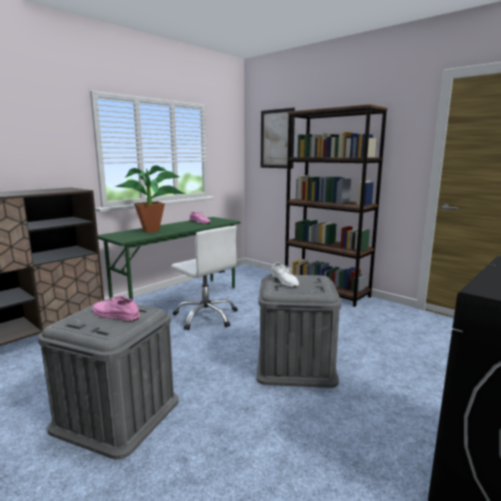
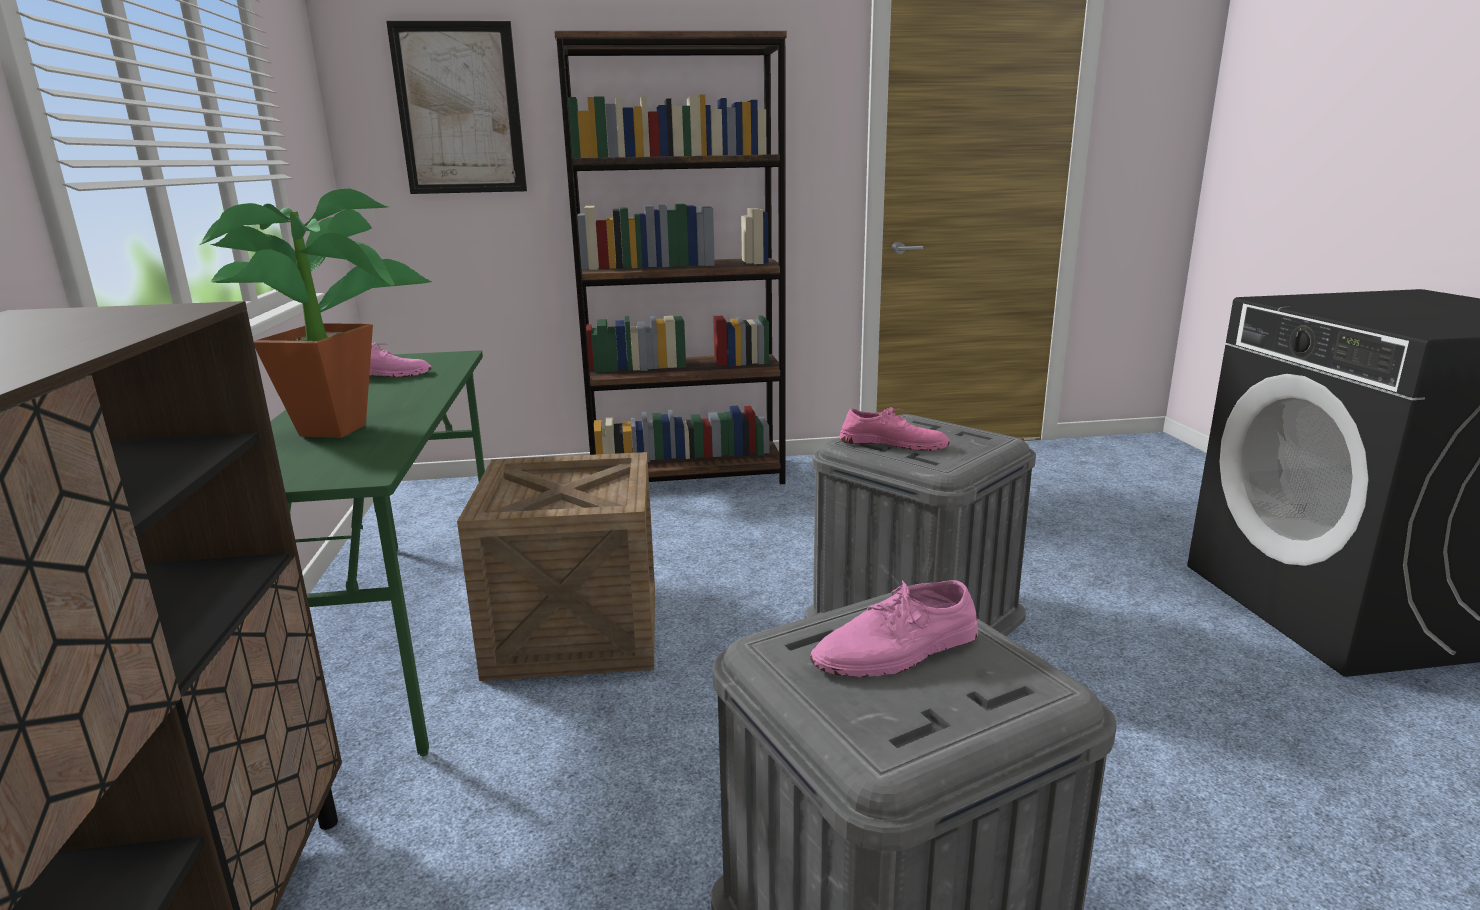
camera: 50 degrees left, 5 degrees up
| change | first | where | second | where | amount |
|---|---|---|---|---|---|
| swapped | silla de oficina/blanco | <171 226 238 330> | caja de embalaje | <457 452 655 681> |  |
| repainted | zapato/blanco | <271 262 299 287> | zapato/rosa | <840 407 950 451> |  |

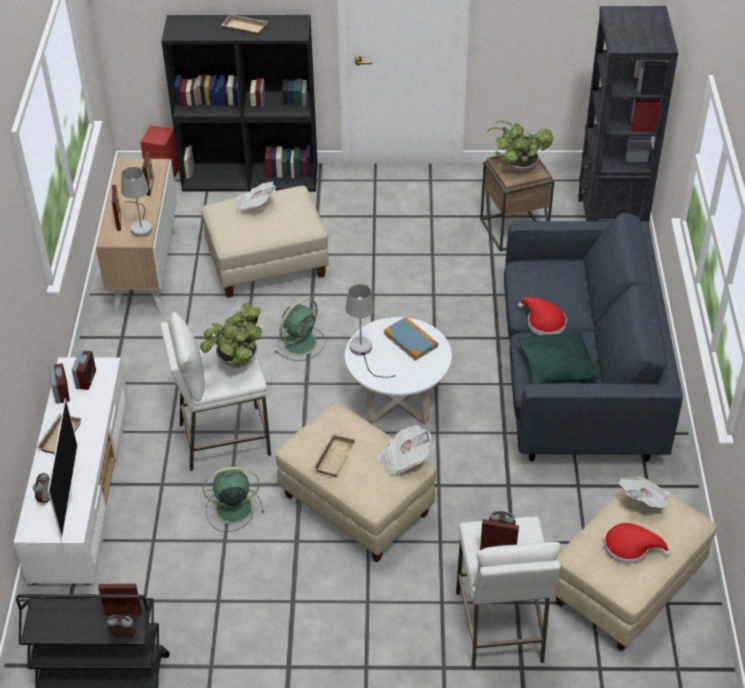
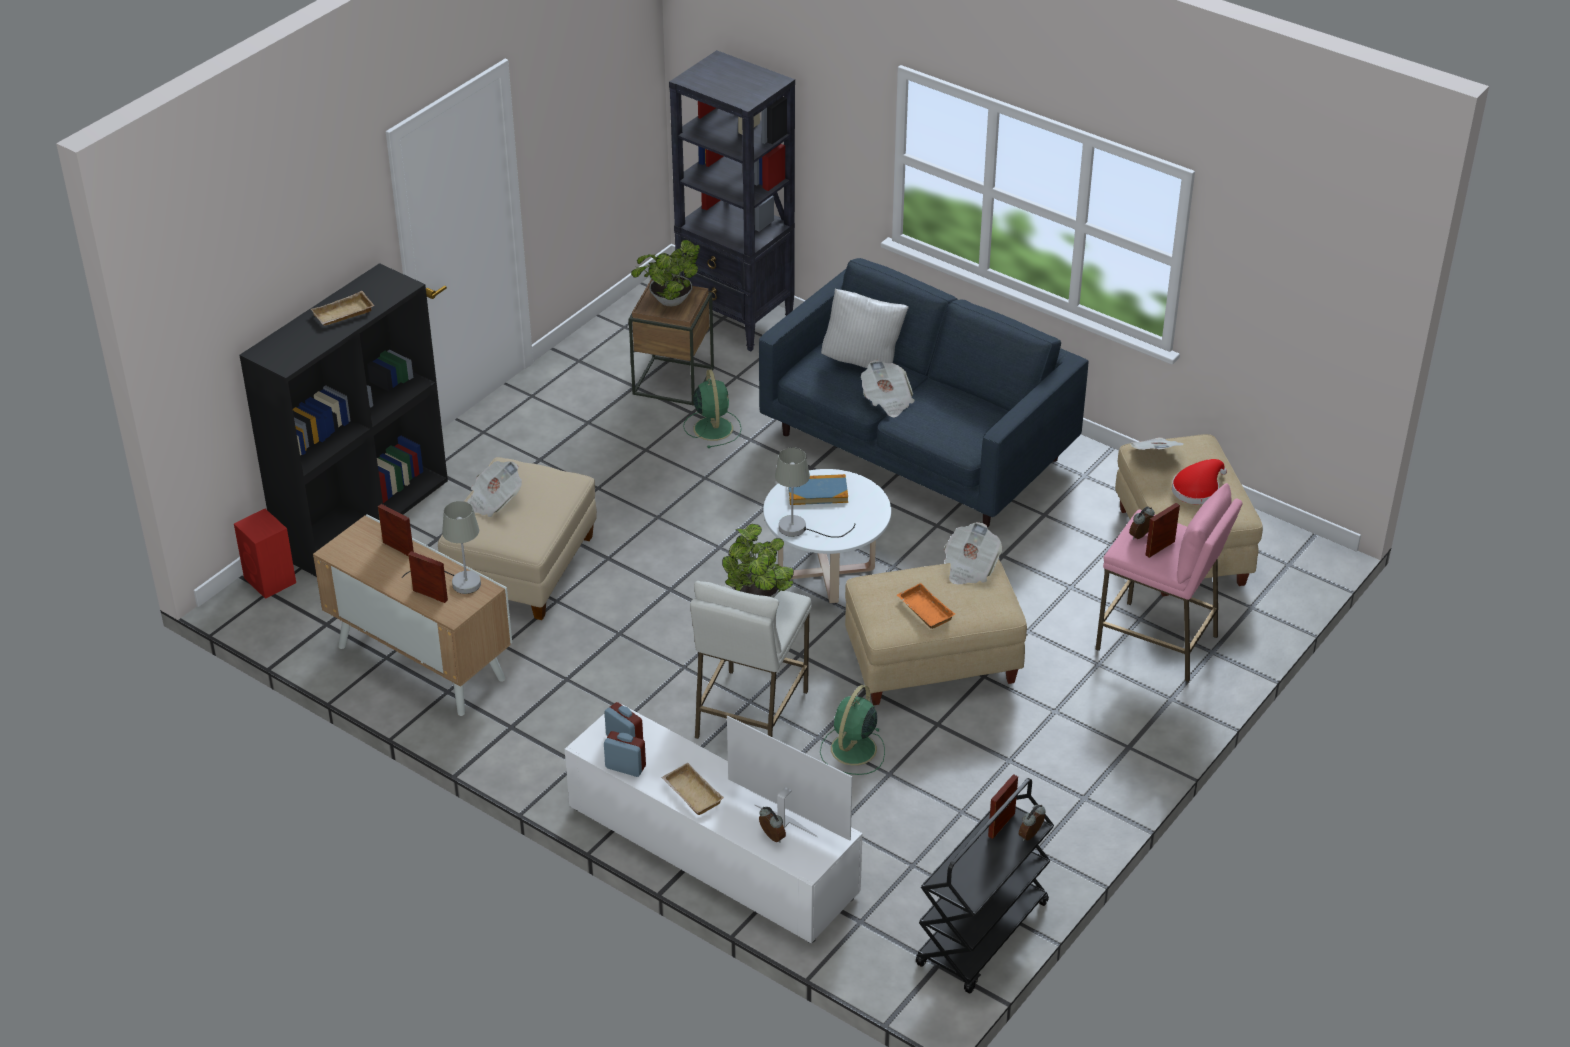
camera: 55 degrees left, 5 degrees down
| change | first | where | second | where | amount |
|---|---|---|---|---|---|
| swapped | sombrero/rojo | <518 297 567 335> | periódico | <861 360 915 418> |  |
| shifted | ventilador/verde | <275 298 326 361> |  | <683 370 742 448> |  |
| gone | cojín/verde | <517 330 600 384> |  |  |  |
| repainted | bandeja/beis | <313 434 355 477> | bandeja/naranja | <897 583 955 629> |  |
| repainted | taburete/blanco | <456 516 561 670> | taburete/rosa | <1095 483 1243 682> |  |
| new |  |  | cojín/blanco | <821 288 909 368> |  |

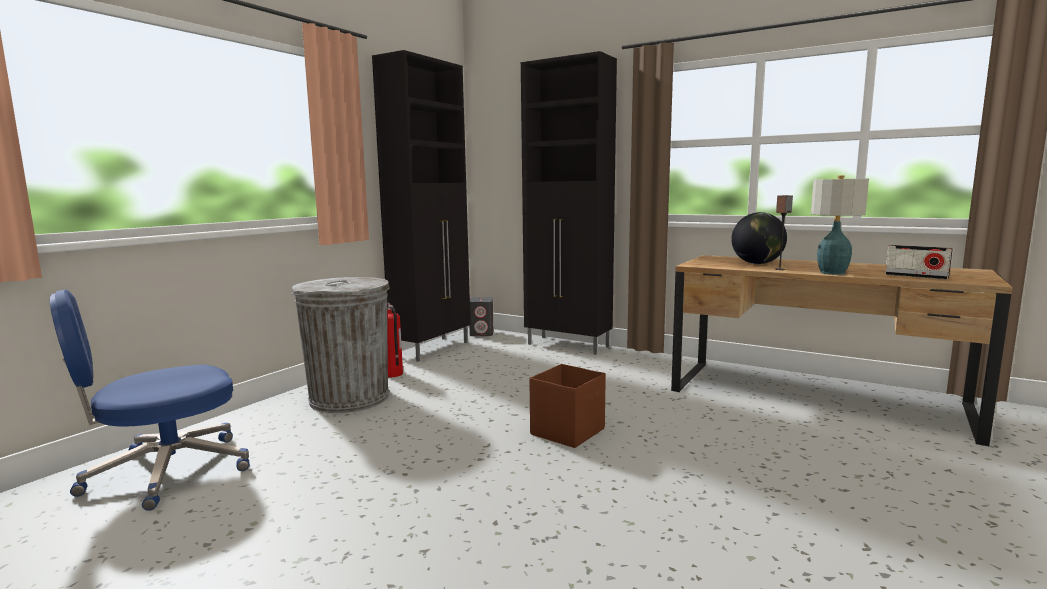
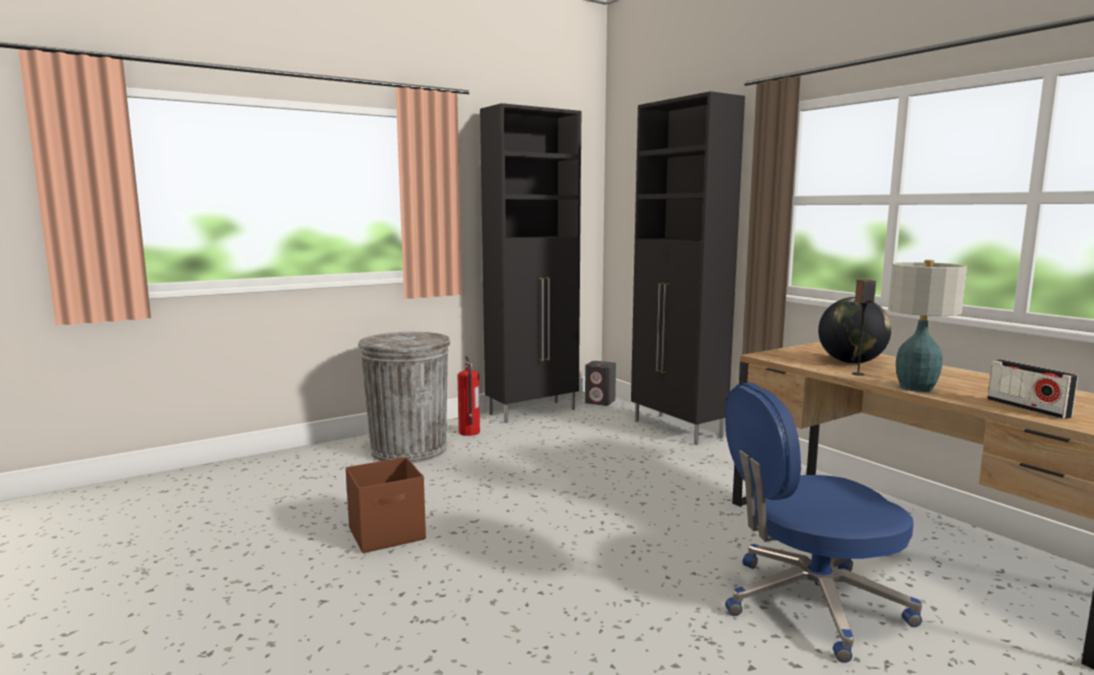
camera: 25 degrees right, 0 degrees up
| change | first | where | second | where | amount |
|---|---|---|---|---|---|
| shifted | silla de oficina/azul | <50 289 249 511> |  | <725 382 922 663> |  |
| shifted | caja de almacenaje/marrón | <529 364 606 448> |  | <346 457 426 553> |  |

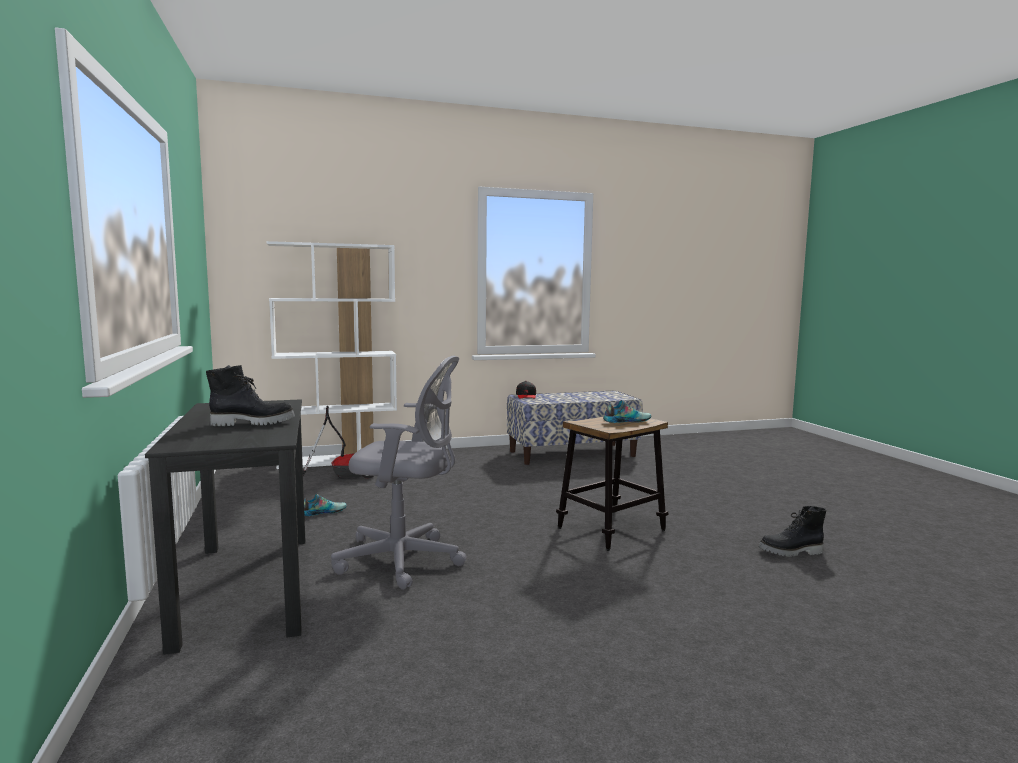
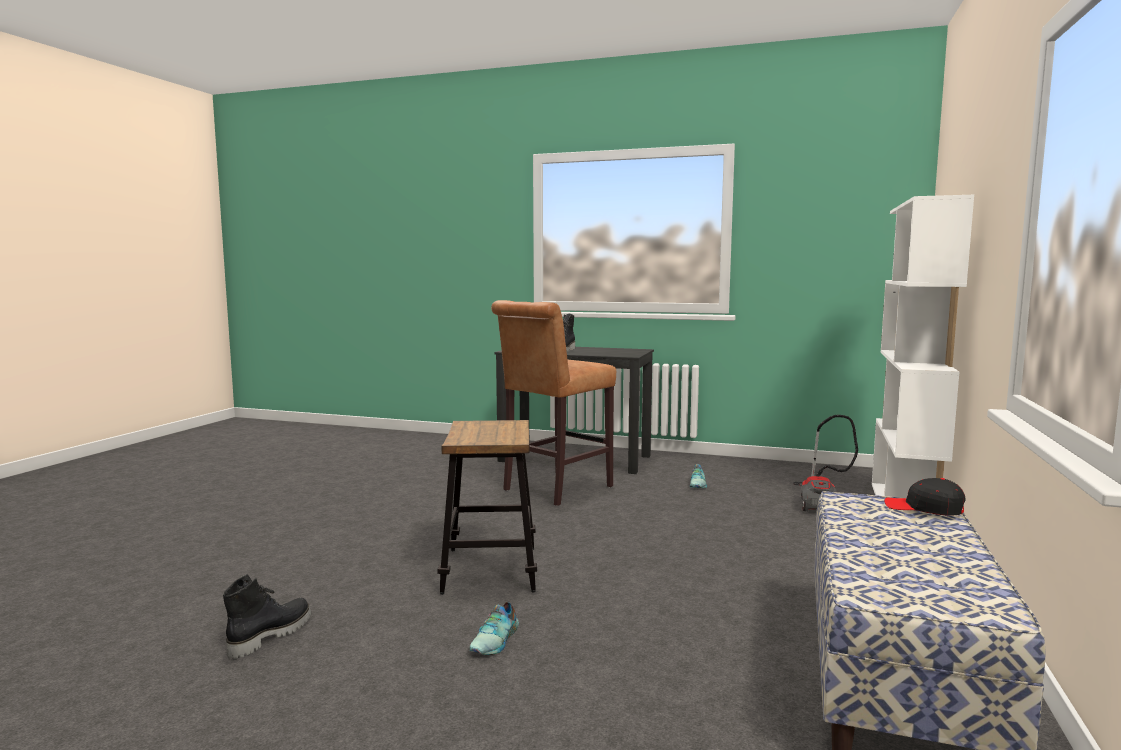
camera: 125 degrees right, 0 degrees up
| change | first | where | second | where | amount |
|---|---|---|---|---|---|
| swapped | silla de oficina/gris | <331 356 467 590> | taburete/marrón | <491 300 616 506> |  |
| shifted | zapato | <603 400 652 423> |  | <470 602 519 655> |  |

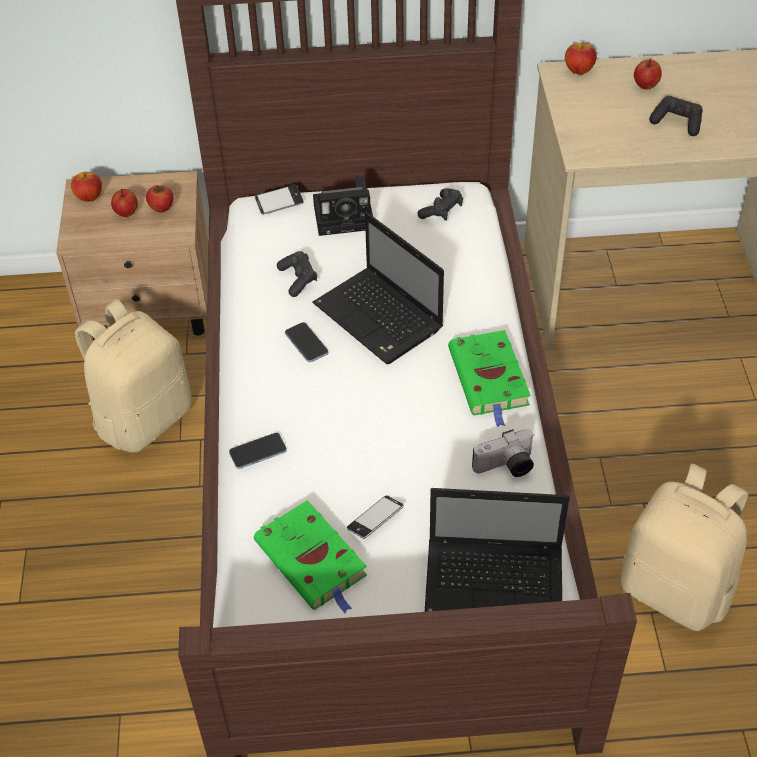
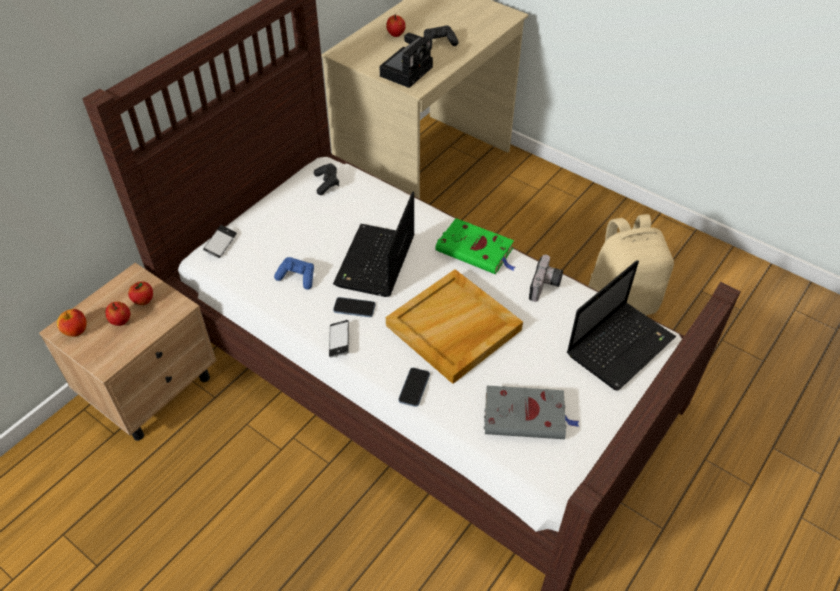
camera: 50 degrees left, 0 degrees up
| change | first | where | second | where | amount |
|---|---|---|---|---|---|
| gone | manzana | <565 42 597 75> |  |  |  |
| shifted | cámara | <313 176 373 236> |  | <380 33 433 88> |  |
| rotated | portátil | <312 212 444 364> |  | <333 192 415 297> | 105 degrees clockwise |
| repainted | mando de consola/negro | <277 251 317 297> | mando de consola/azul | <274 257 314 290> |  |
| gone | mochila/beis | <75 299 192 453> |  |  |  |
| shifted | móvil | <347 495 404 539> |  | <329 320 349 357> |  |
| repainted | libro/verde | <254 500 367 613> | libro/gris | <484 386 580 439> |  |
| new |  |  | bandeja/beis | <386 269 523 384> |  |

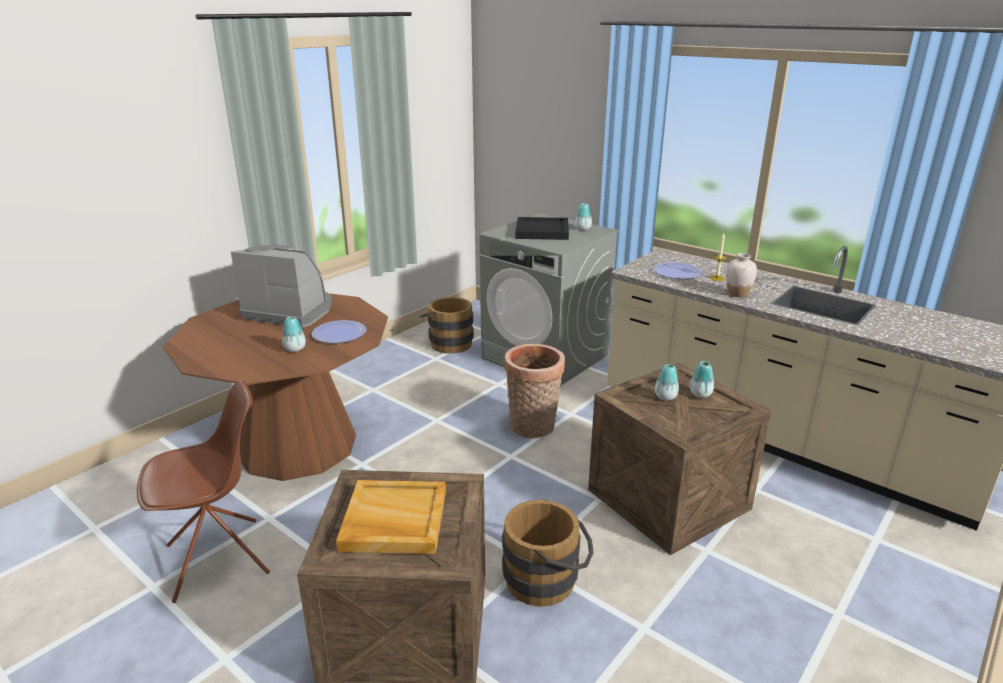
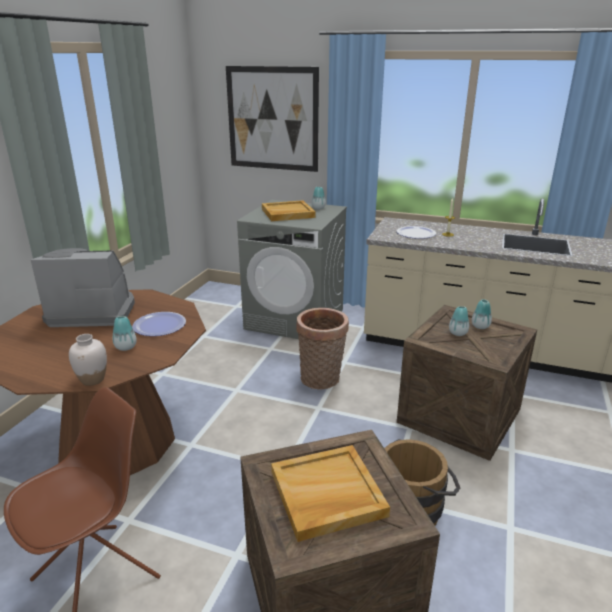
camera: 20 degrees left, 0 degrees up
| change | first | where | second | where | amount |
|---|---|---|---|---|---|
| repainted | bandeja/negro | <515 217 569 240> | bandeja/beis | <262 200 316 221> |  |
| shifted | florero/blanco | <726 253 757 297> |  | <69 334 107 386> |  |
| gone | cubo/marrón | <420 297 474 354> |  |  |  |
| new |  |  | cuadro | <226 66 319 172> |  |

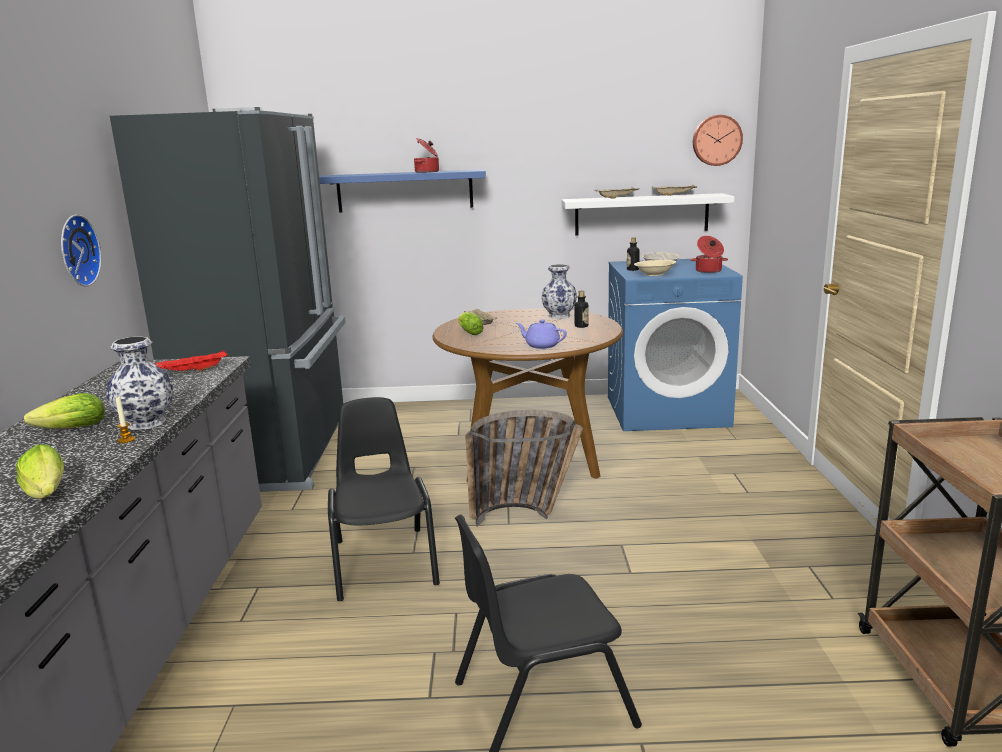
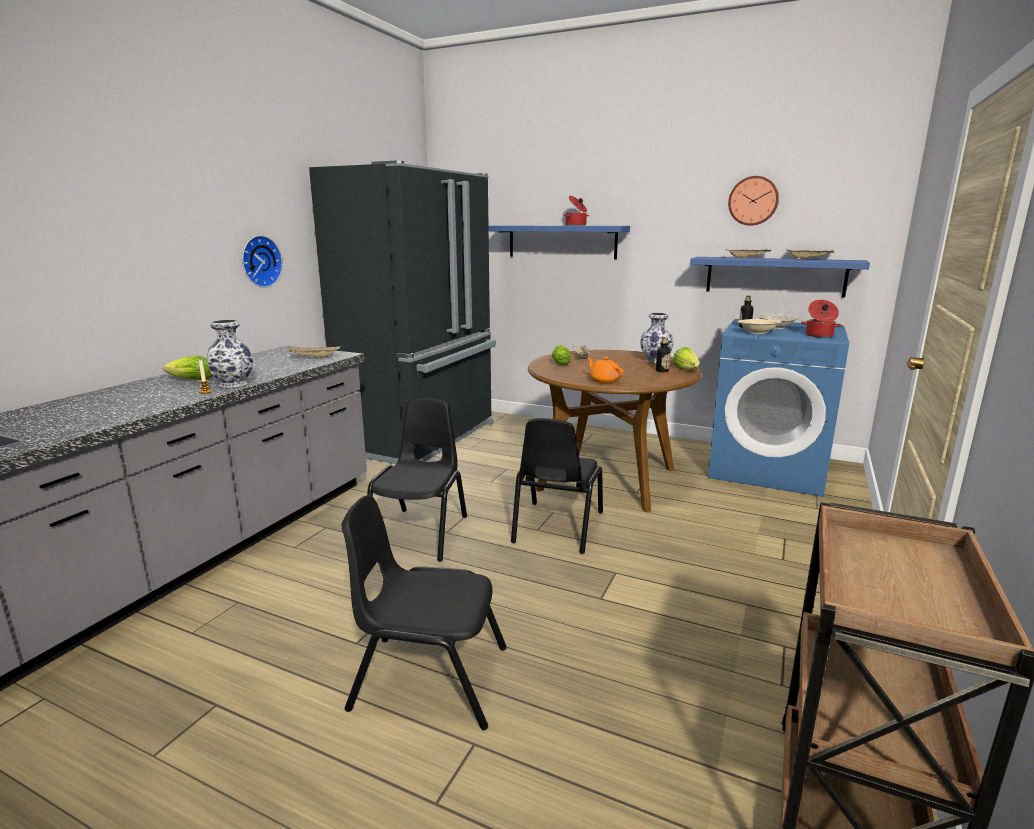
camera: 25 degrees right, 0 degrees up
| change | first | where | second | where | amount |
|---|---|---|---|---|---|
| shifted | reloj de pared | <693 115 743 166> |  | <728 176 779 226> |  |
| repainted | estante/blanco | <562 193 734 236> | estante/azul | <690 257 870 298> |  |
| repainted | tetera/morado | <516 319 567 349> | tetera/naranja | <587 357 623 383> |  |
| repainted | bandeja/rojo | <155 350 228 372> | bandeja/beis | <288 346 340 358> |  |
| swapped | cesta | <465 410 583 527> | silla/negro | <511 418 603 554> |  |
| shifted | lechuga | <16 445 64 499> |  | <673 347 700 370> |  |

